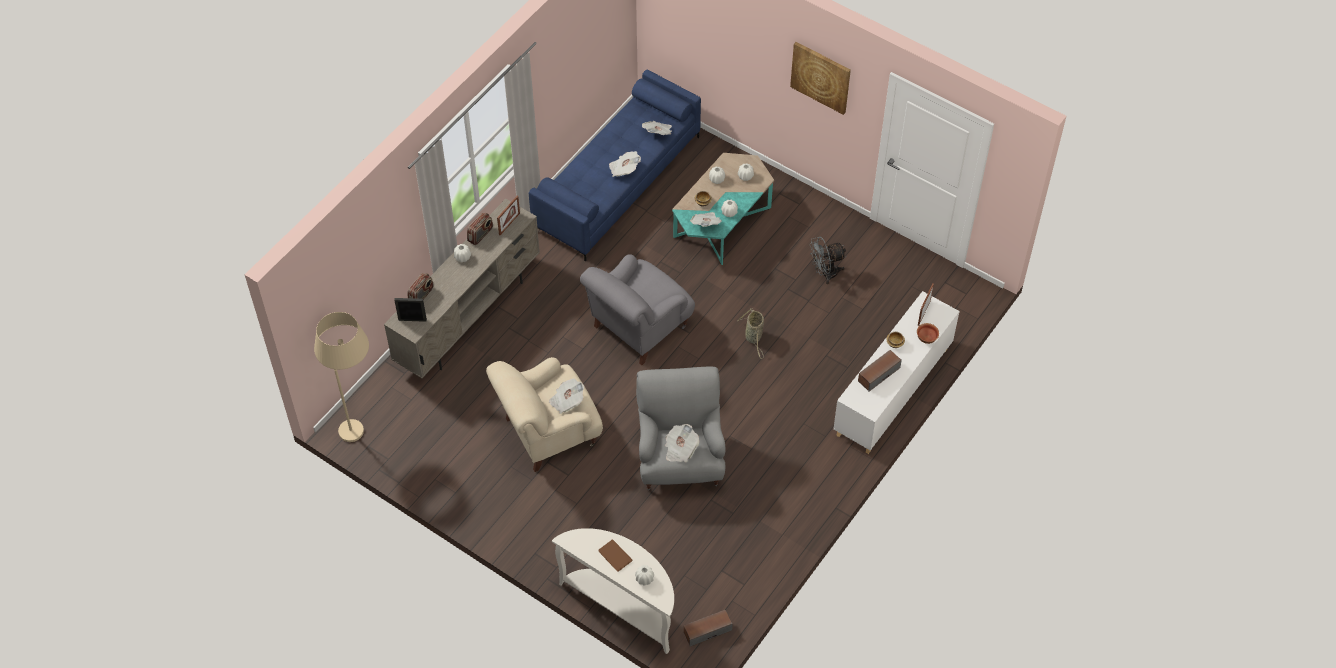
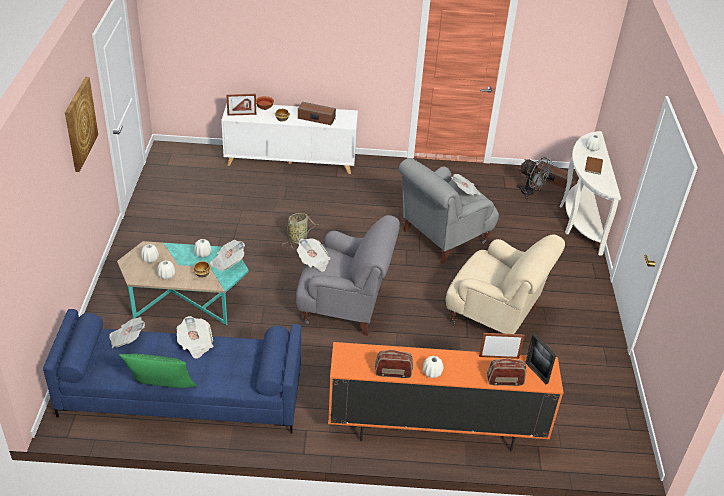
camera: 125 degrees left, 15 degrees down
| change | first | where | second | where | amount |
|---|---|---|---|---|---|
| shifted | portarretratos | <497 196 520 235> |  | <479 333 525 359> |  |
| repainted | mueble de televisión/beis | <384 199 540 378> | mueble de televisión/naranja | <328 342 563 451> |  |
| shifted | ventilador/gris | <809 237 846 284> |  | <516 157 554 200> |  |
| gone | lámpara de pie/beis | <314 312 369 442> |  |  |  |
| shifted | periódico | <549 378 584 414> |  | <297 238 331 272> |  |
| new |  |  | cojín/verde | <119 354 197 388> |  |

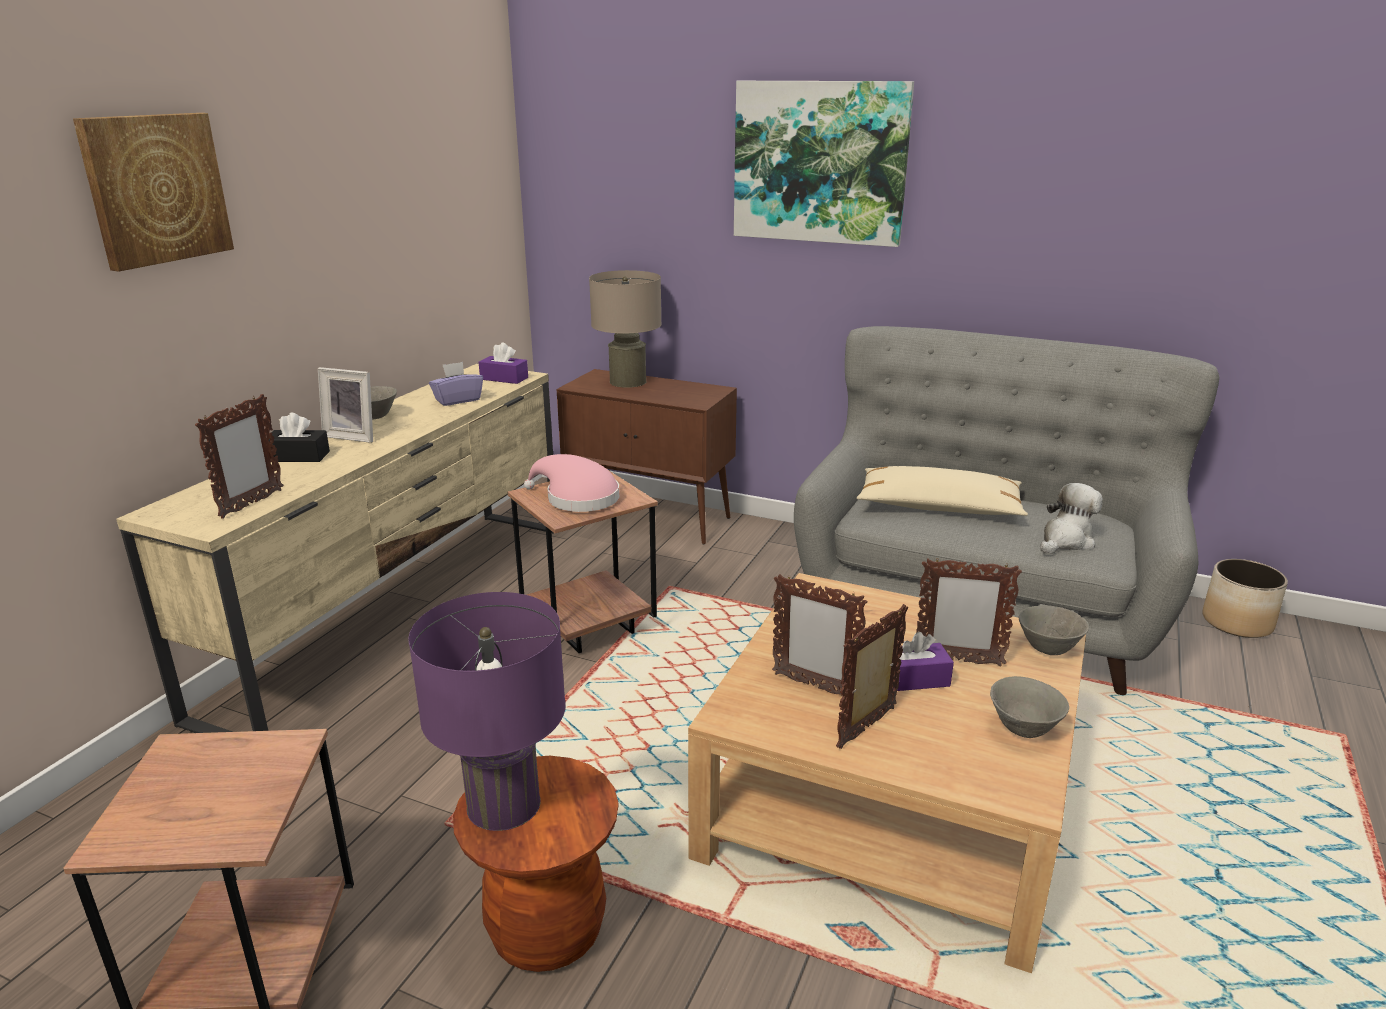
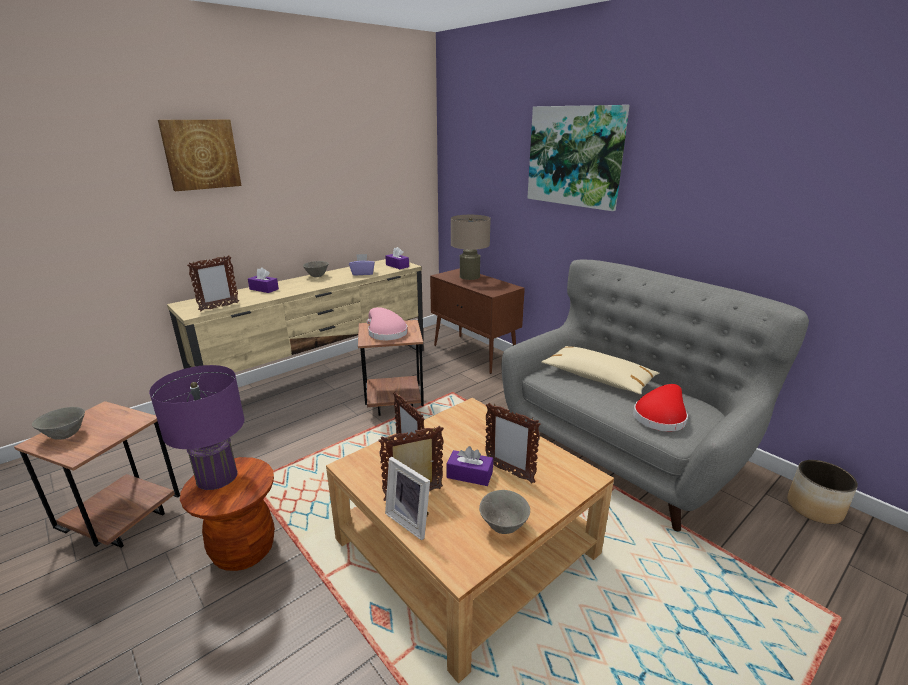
camera: 25 degrees right, 0 degrees up
| change | first | where | second | where | amount |
|---|---|---|---|---|---|
| shifted | portarretratos | <318 367 373 443> |  | <385 457 430 540> |  |
| repainted | caja de pañuelos/negro | <268 413 330 462> | caja de pañuelos/morado | <248 267 279 293> |  |
| swapped | peluche | <1040 483 1103 554> | sombrero/rojo | <633 384 688 432> |  |
| shifted | cuenco/gris | <1019 605 1089 655> |  | <32 407 85 440> |  |

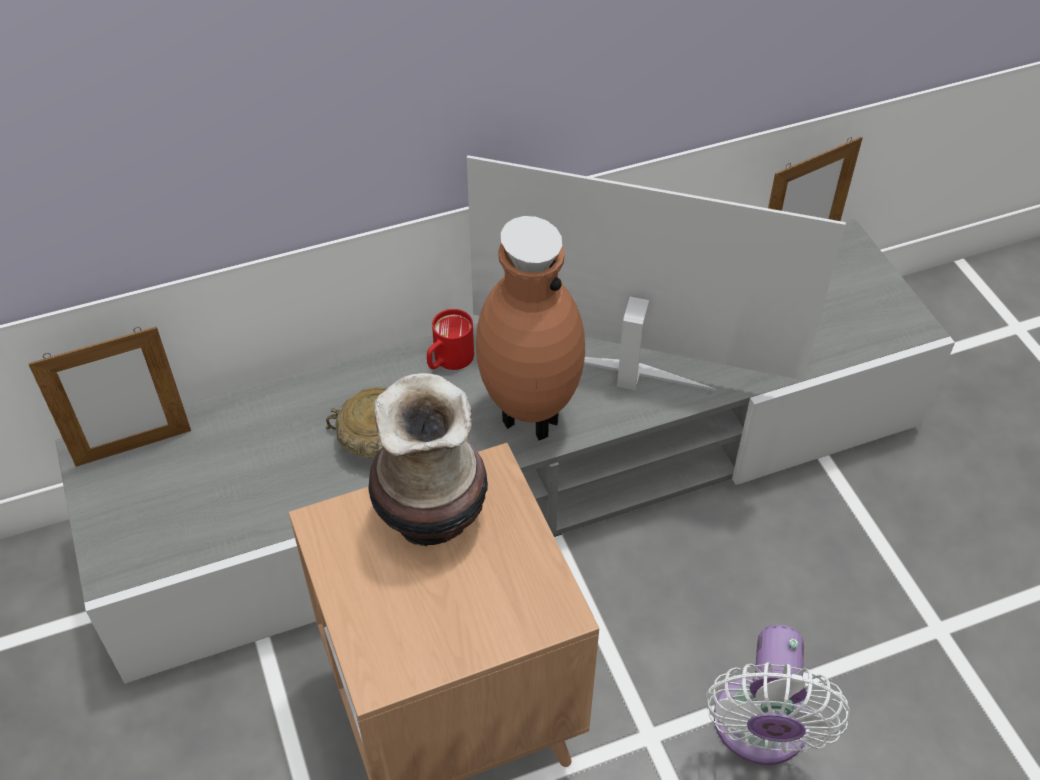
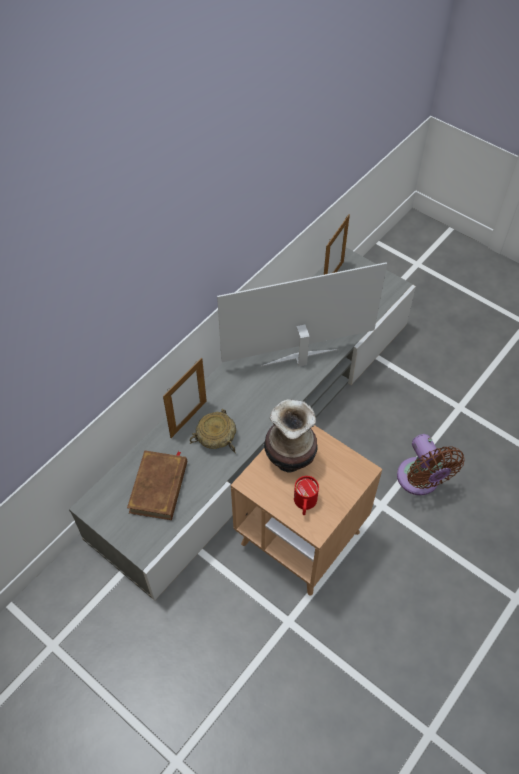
camera: 30 degrees left, 5 degrees up
| change | first | where | second | where | amount |
|---|---|---|---|---|---|
| gone | florero/marrón | <476 216 585 441> |  |  |  |
| shifted | taza grande/rojo | <427 309 474 370> |  | <294 476 319 515> |  |
| shifted | portarretratos | <28 326 191 467> |  | <163 358 207 438> |  |
| repainted | ventilador/blanco | <706 625 850 765> | ventilador/marrón | <397 434 465 495> |  |
| new |  |  | libro/marrón | <127 450 187 520> |  |

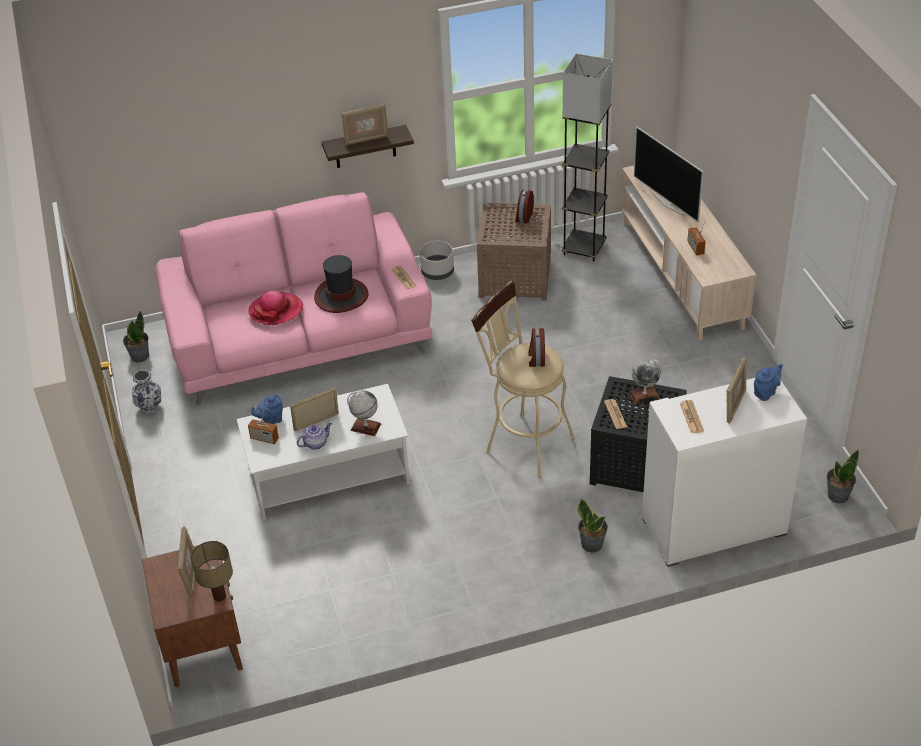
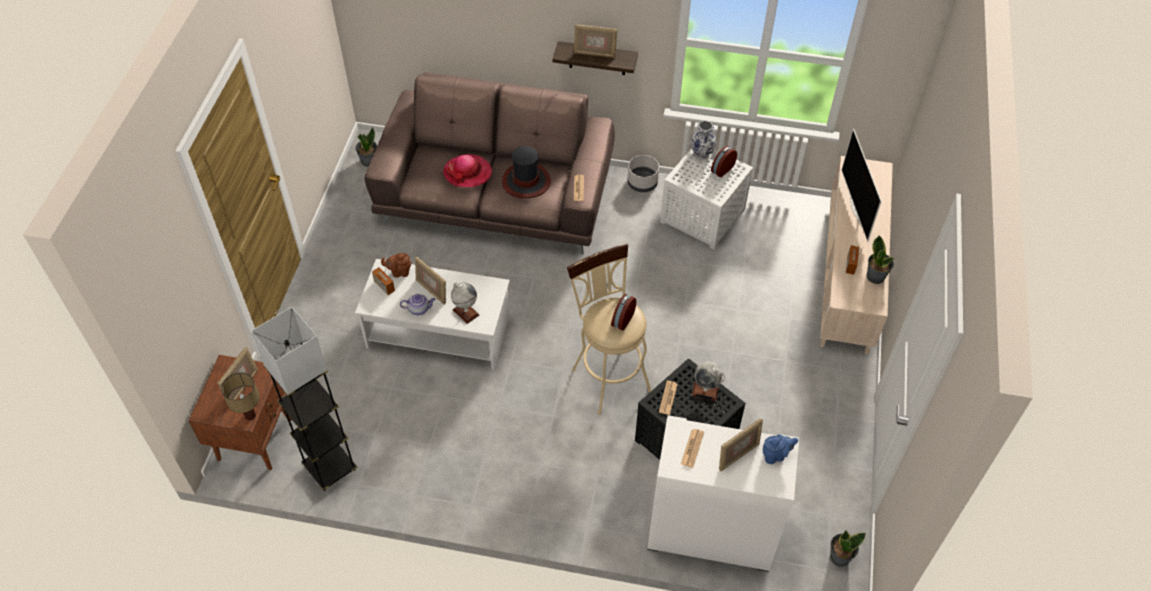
camera: 25 degrees right, 10 degrees up
| change | first | where | second | where | amount |
|---|---|---|---|---|---|
| shifted | lámpara de pie/gris | <561 53 613 261> |  | <251 307 357 491> |  |
| repainted | sofá/rosa | <155 192 432 405> | sofá/marrón | <365 73 615 255> |  |
| repainted | mesa auxiliar/marrón | <477 203 551 301> | mesa auxiliar/blanco | <660 149 753 249> |  |
| shifted | florero | <132 370 161 414> |  | <690 121 717 159> |  |
| rotated | portarretratos | <290 387 339 431> |  | <415 257 446 305> | 135 degrees counterclockwise |
| repainted | tetera/azul | <252 395 283 424> | tetera/marrón | <381 253 412 278> |  |
| shifted | planta en maceta | <578 499 608 553> |  | <867 236 894 284> |  |

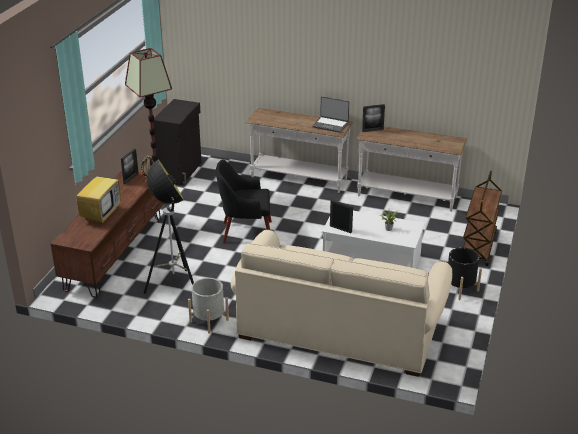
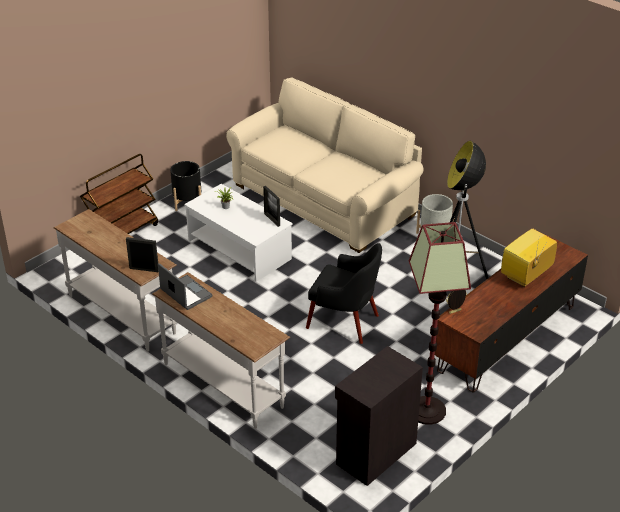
camera: 155 degrees left, 5 degrees up
| change | first | where | second | where | amount |
|---|---|---|---|---|---|
| gone | portarretratos | <121 149 139 185> |  |  |  |

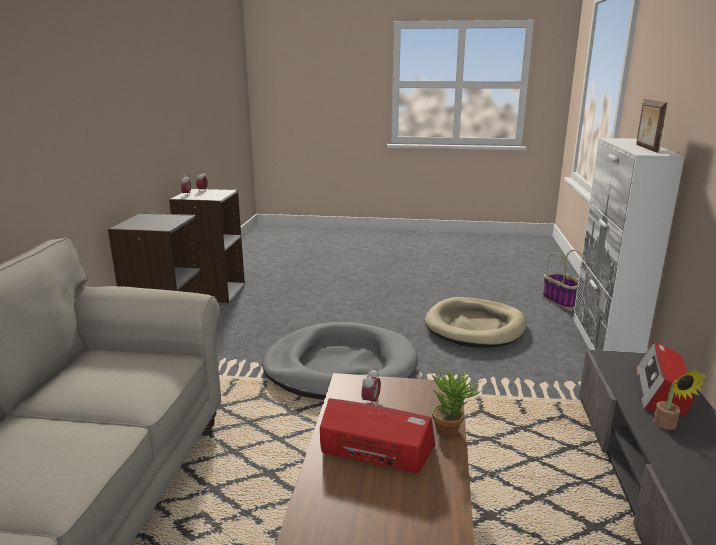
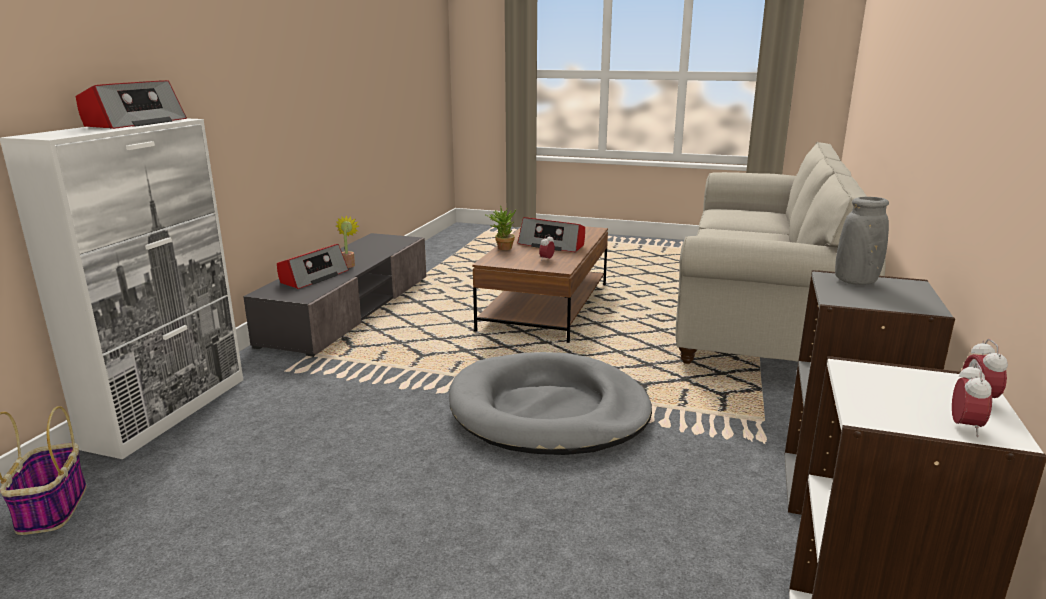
camera: 170 degrees left, 0 degrees up
| change | first | where | second | where | amount |
|---|---|---|---|---|---|
| swapped | portarretratos | <636 99 667 153> | radio | <76 80 187 129> |  |
| gone | cama para perro/beis | <425 297 526 347> |  |  |  |
| new |  |  | florero/gris | <835 197 889 285> |  |

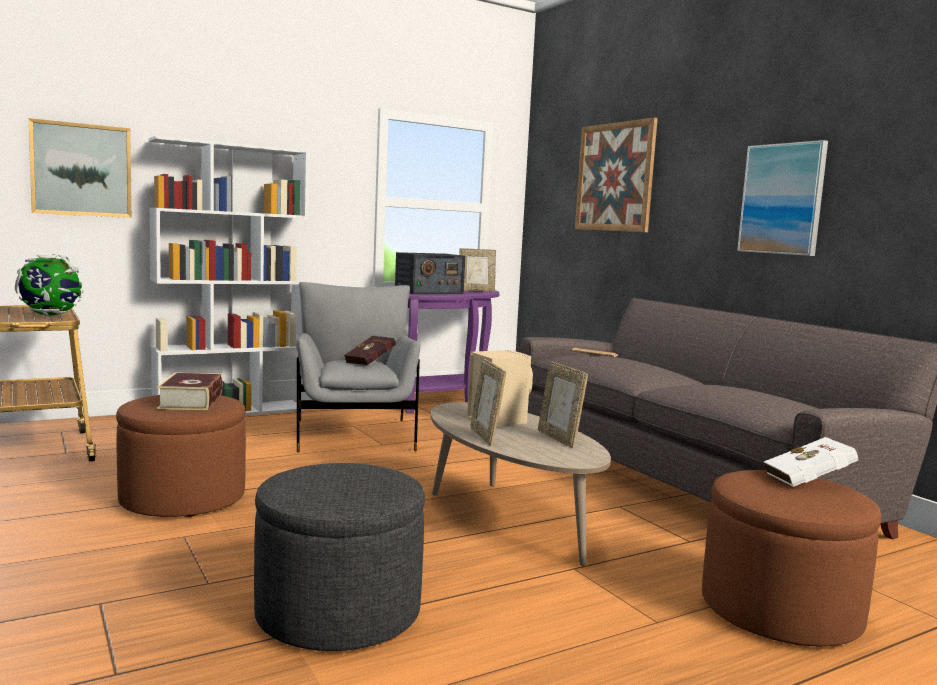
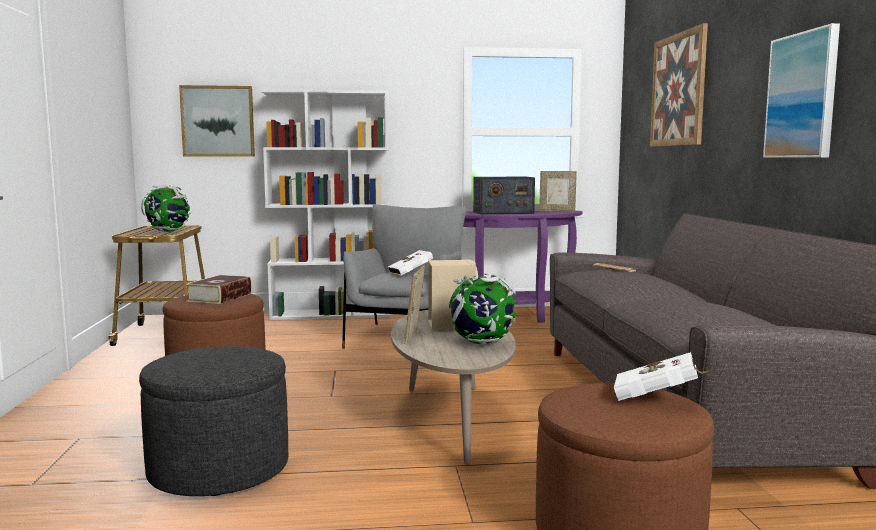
camera: 25 degrees right, 0 degrees up
| change | first | where | second | where | amount |
|---|---|---|---|---|---|
| repainted | libro/rojo | <344 336 396 365> | libro/blanco | <388 250 434 275> |  |
| swapped | portarretratos | <538 361 588 448> | globo terráqueo | <448 273 516 345> |  |

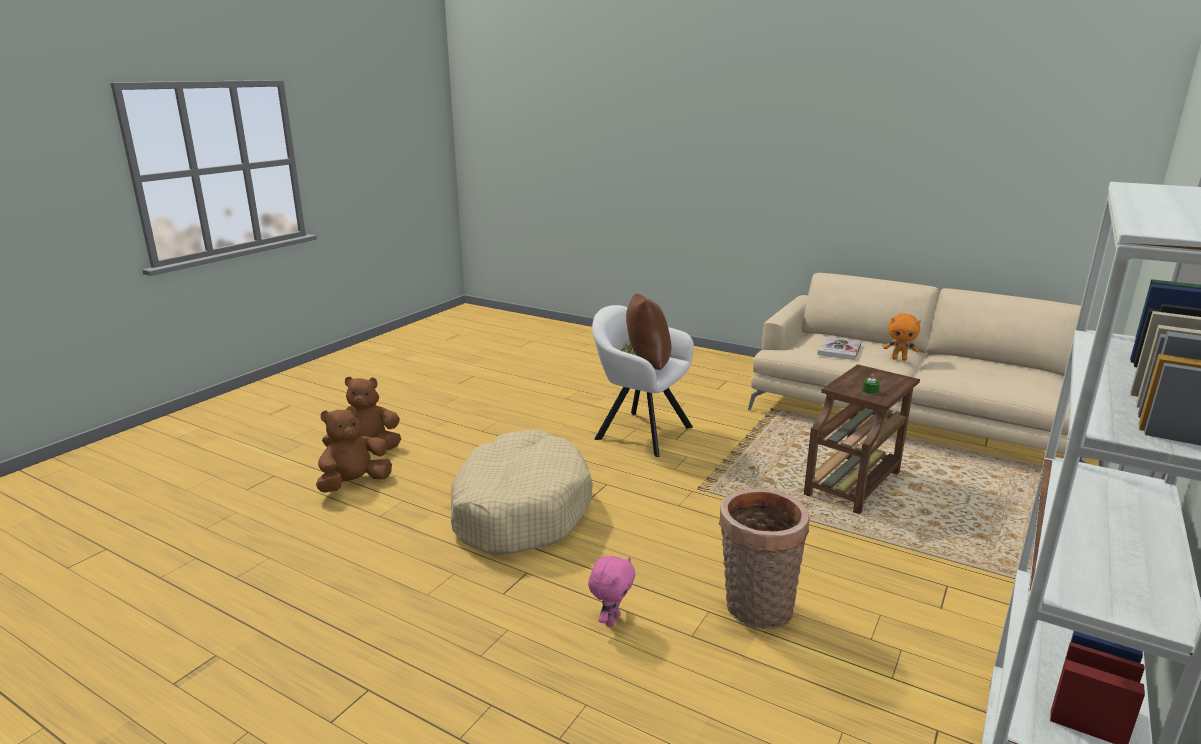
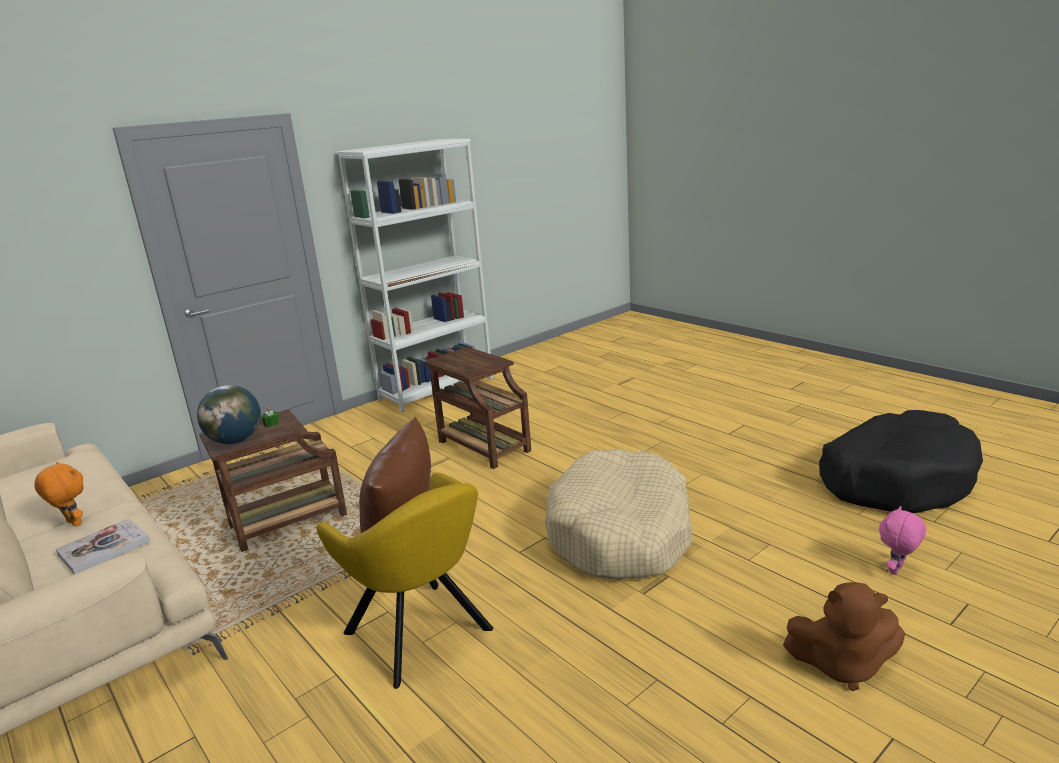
camera: 160 degrees left, 0 degrees up
| change | first | where | second | where | amount |
|---|---|---|---|---|---|
| repainted | sillón/blanco | <592 305 694 457> | sillón/amarillo | <317 473 493 689> |  |
| gone | peluche/marrón | <316 406 392 493> |  |  |  |
| swapped | cesta | <719 489 810 629> | mesa auxiliar/marrón | <424 347 531 469> |  |
| shifted | peluche/rosa | <588 556 636 627> |  | <879 506 926 575> |  |
| new |  |  | globo terráqueo | <197 385 261 444> |  |
| new |  |  | cama para perro/negro | <819 410 983 513> |  |

